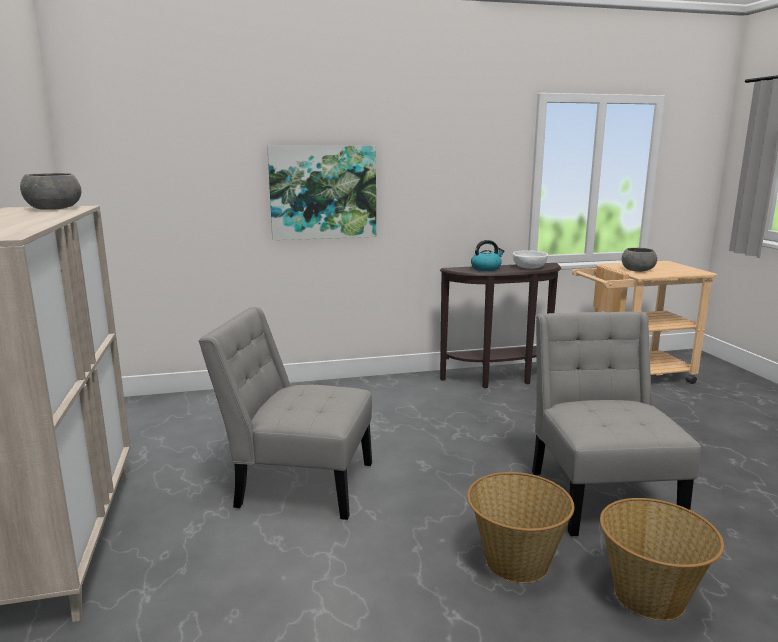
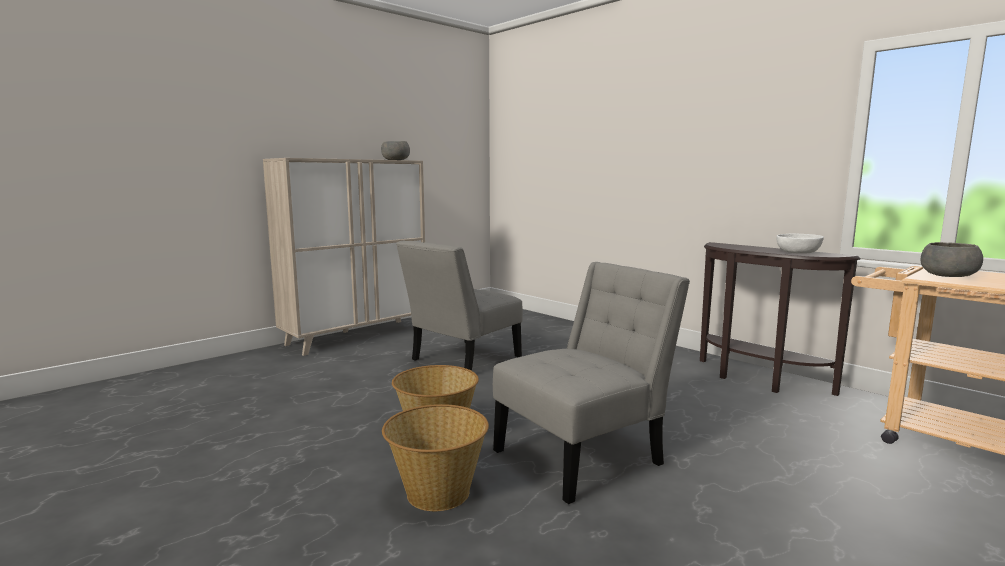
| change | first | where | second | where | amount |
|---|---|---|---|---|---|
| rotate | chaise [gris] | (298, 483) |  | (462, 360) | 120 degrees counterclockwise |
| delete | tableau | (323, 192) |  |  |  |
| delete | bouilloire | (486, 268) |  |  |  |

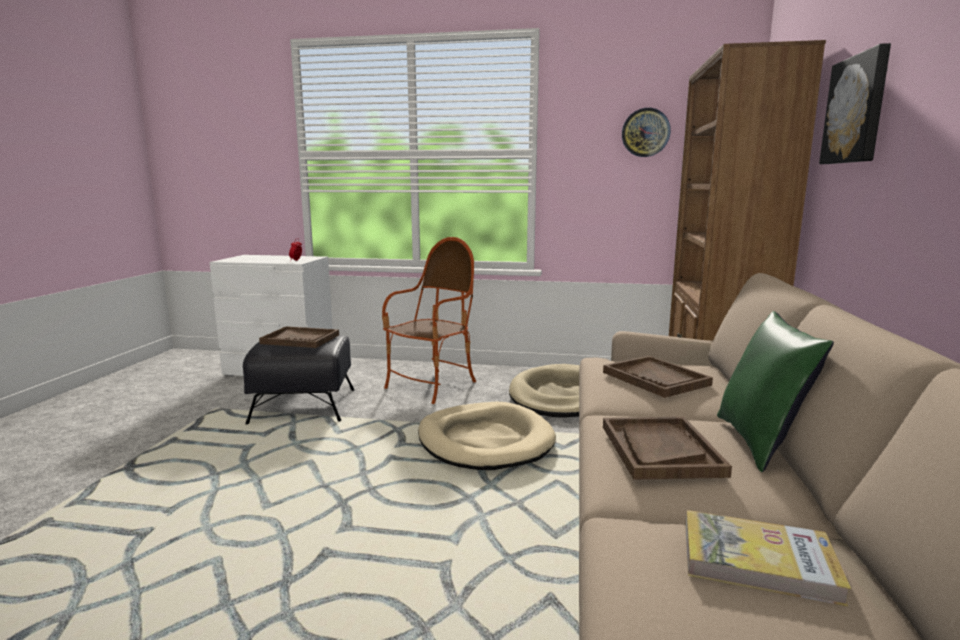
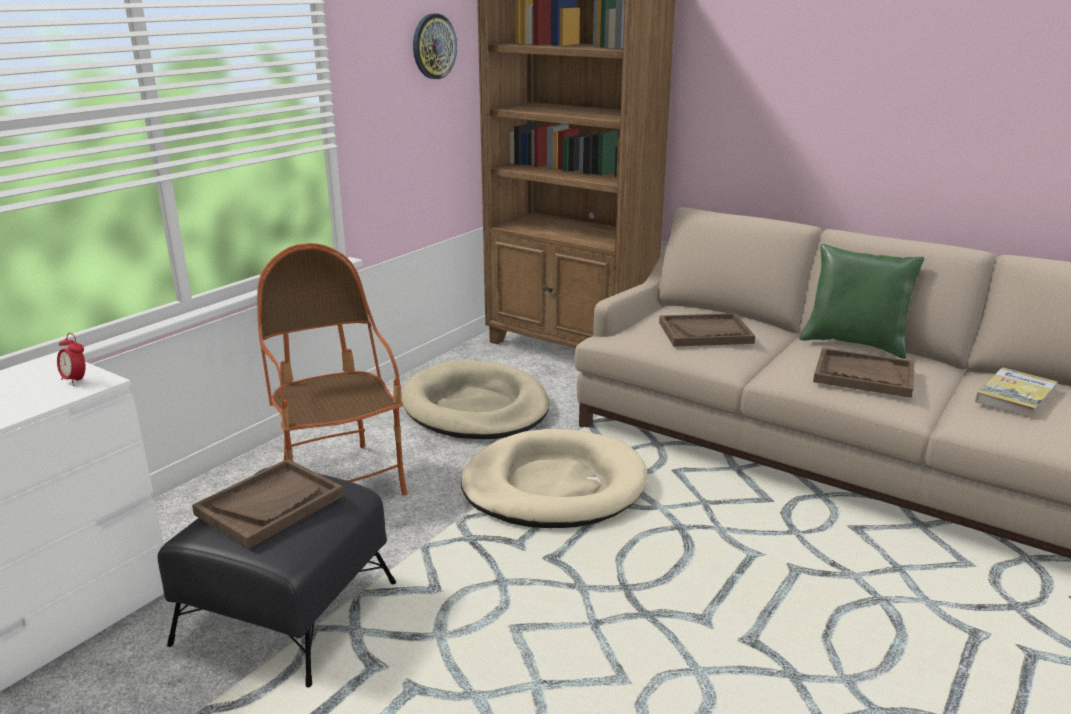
| change | first | where | second | where | amount |
|---|---|---|---|---|---|
| delete | tableau | (857, 110) |  |  |  |

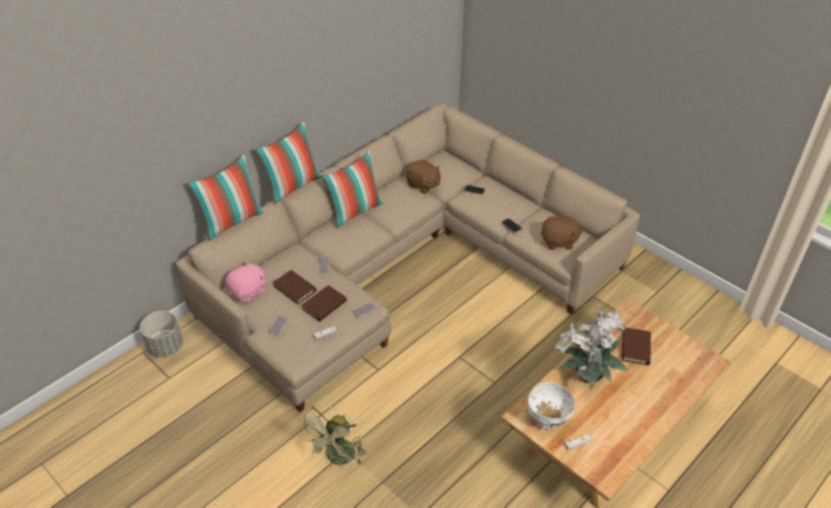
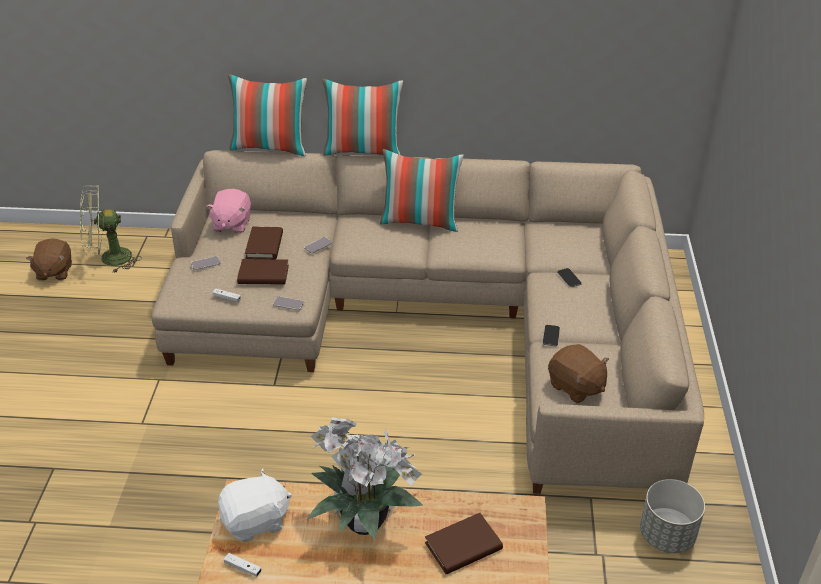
| change | first | where | second | where | amount |
|---|---|---|---|---|---|
| move | cache-pot [gris] | (165, 346) |  | (667, 535) |  |
| rotate | peluche [rose] | (248, 291) |  | (231, 224) | 90 degrees clockwise |
| move | ventilateur [vert] | (338, 458) |  | (109, 259) |  |
| move | peluche [marron] | (423, 185) |  | (54, 272) |  |
| replace | bol [blanc] | (547, 420) | peluche [blanc] | (256, 521) |  |

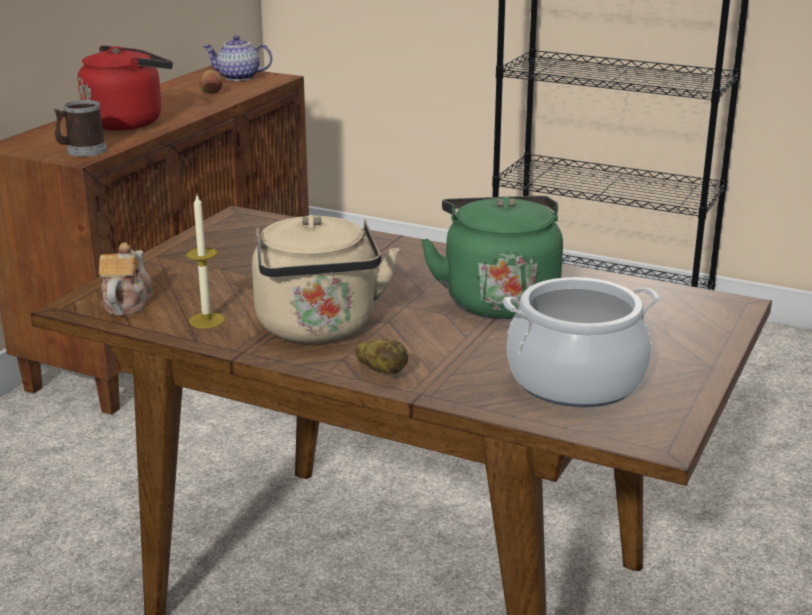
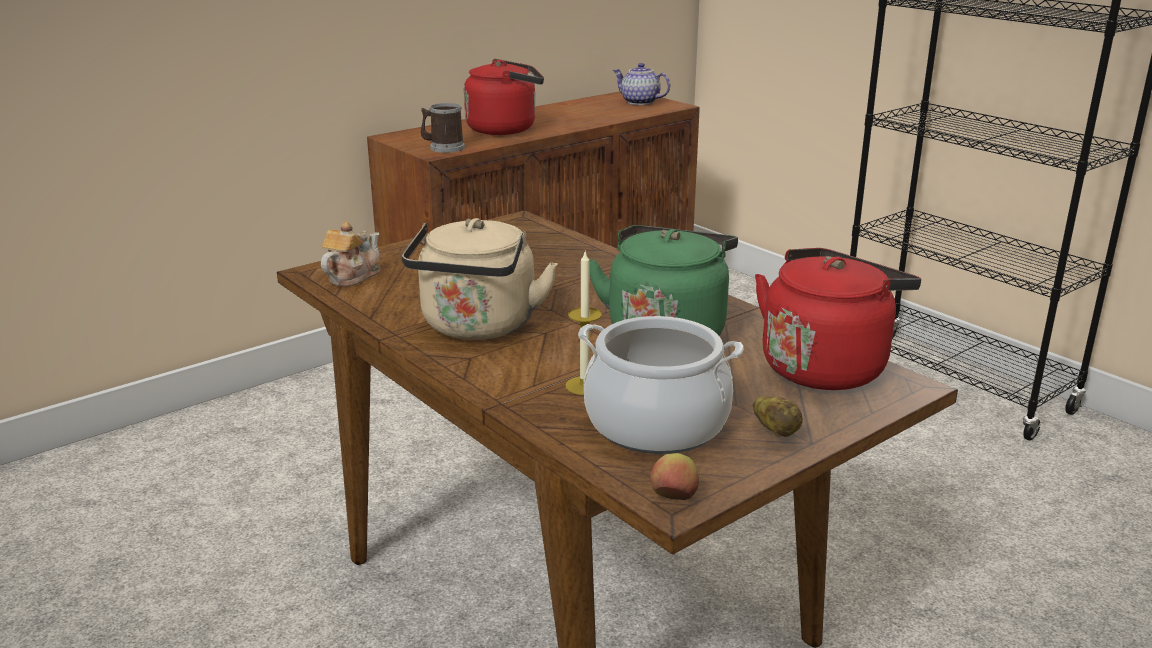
| change | first | where | second | where | amount |
|---|---|---|---|---|---|
| move | bougie | (206, 320) |  | (584, 386) |  |
| move | pomme | (211, 93) |  | (674, 499) |  |
| move | pomme de terre | (382, 372) |  | (775, 432) |  |
| insert |  |  | bouilloire [rouge] | (826, 367) |  |

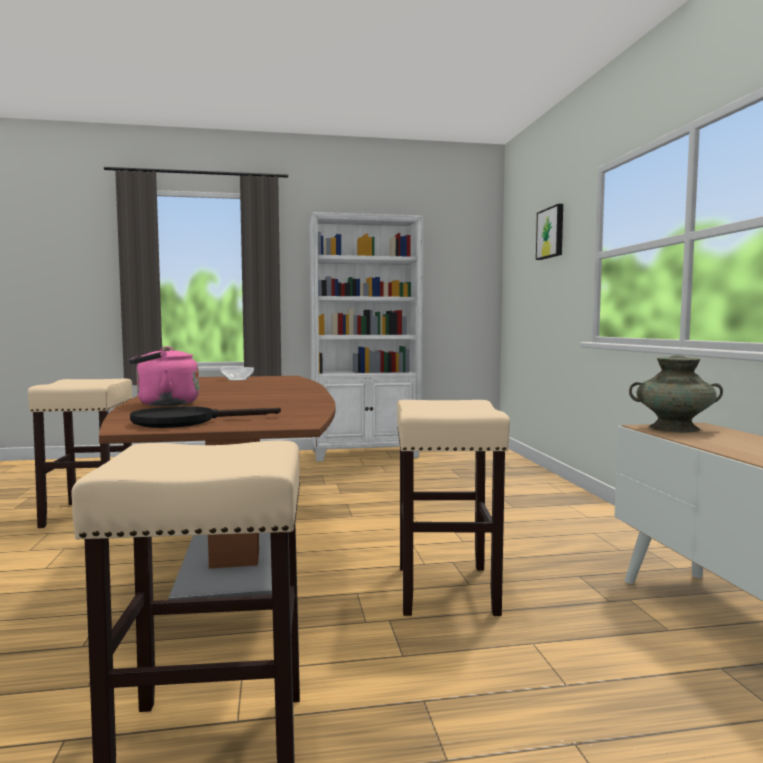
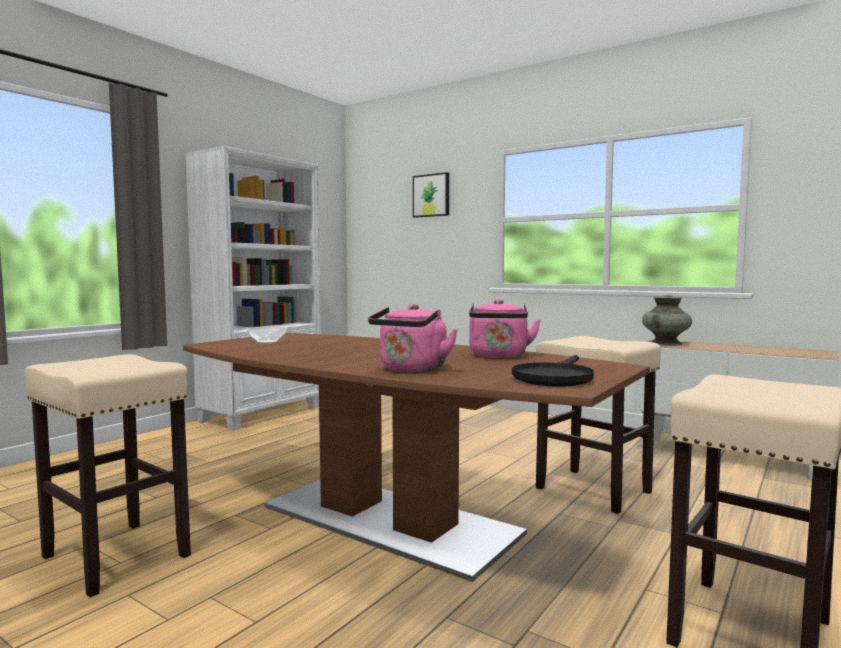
| change | first | where | second | where | amount |
|---|---|---|---|---|---|
| insert |  |  | bouilloire [rose] | (499, 356) |  |

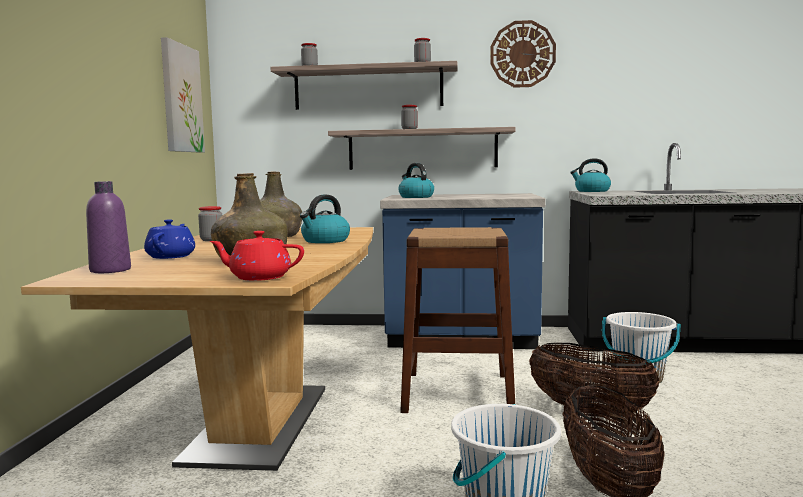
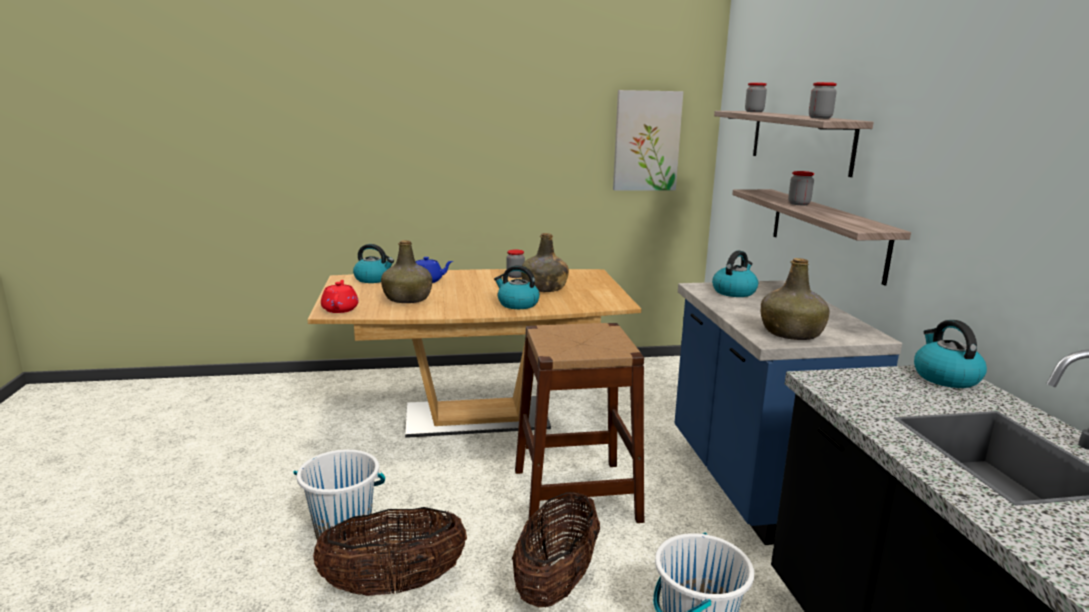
| change | first | where | second | where | amount |
|---|---|---|---|---|---|
| replace | bouteille [violet] | (110, 270) | bouilloire | (374, 279) |  |
| delete | horloge murale | (522, 54) |  |  |  |
| insert |  |  | bouteille [vert] | (791, 333) |  |

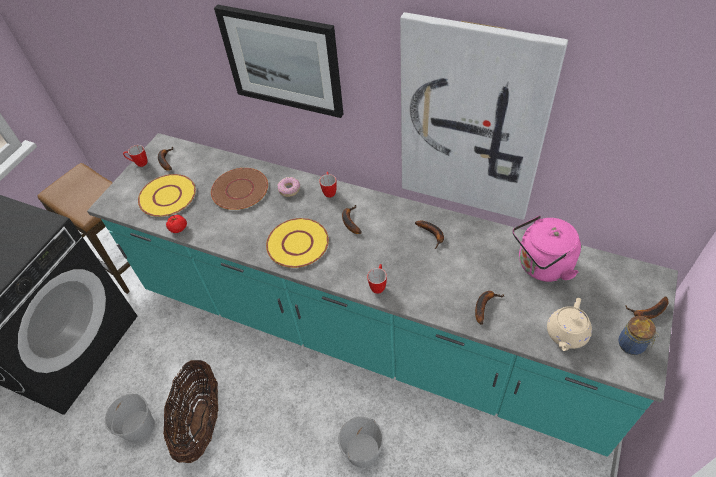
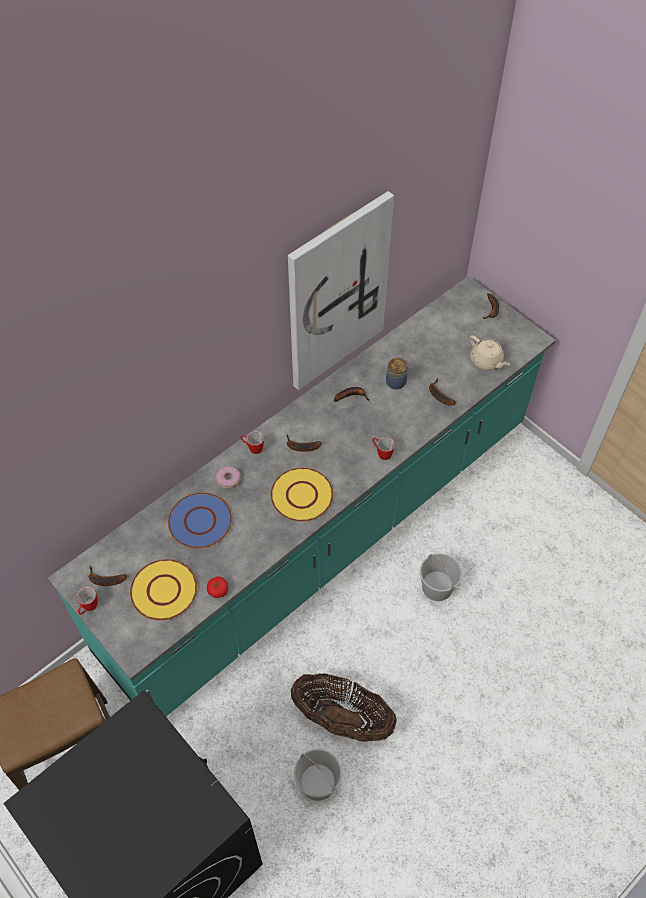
| change | first | where | second | where | amount |
|---|---|---|---|---|---|
| recolor | assiette [marron] | (239, 189) | assiette [bleu] | (200, 521) |  |
| delete | tableau | (282, 61) |  |  |  |
| delete | bouilloire [rose] | (541, 266) |  |  |  |
| move | bocal | (632, 345) |  | (396, 382) |  |

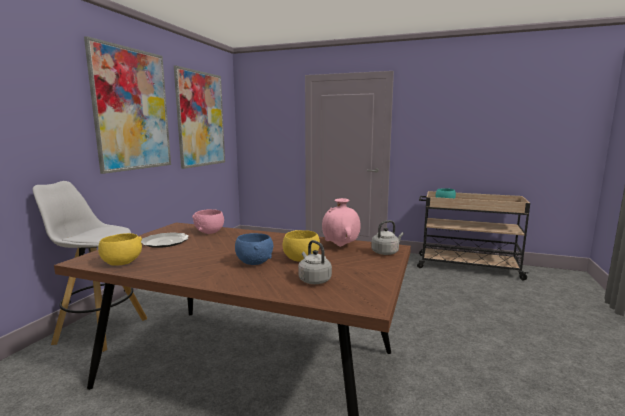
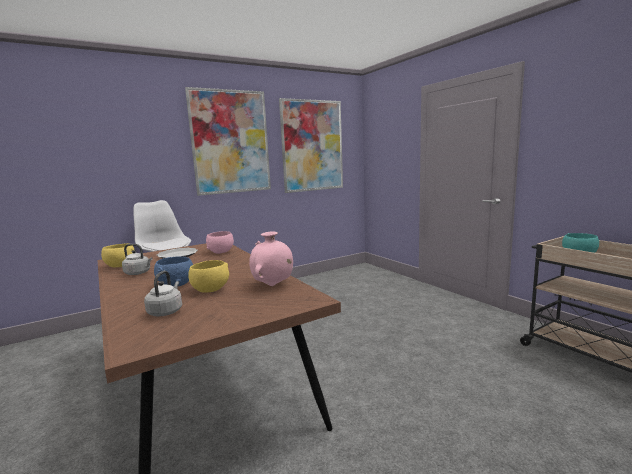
| change | first | where | second | where | amount |
|---|---|---|---|---|---|
| move | bouilloire [gris] | (386, 252) |  | (139, 273) |  |

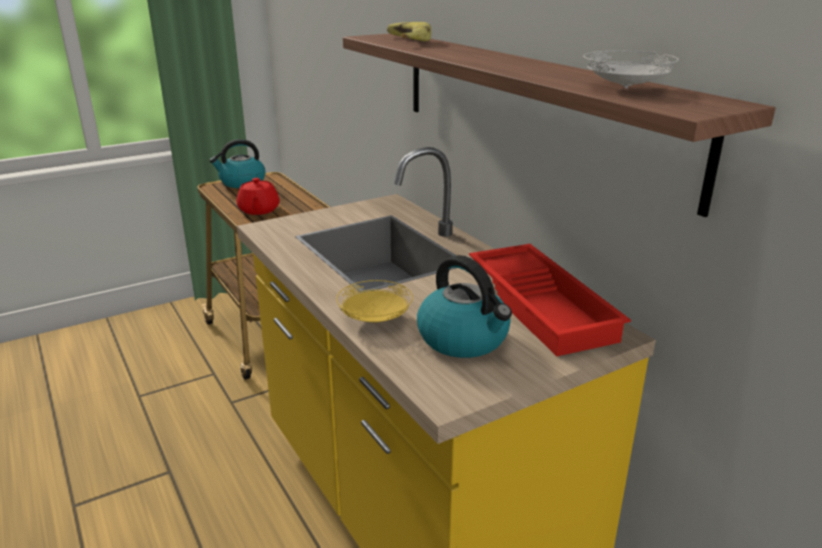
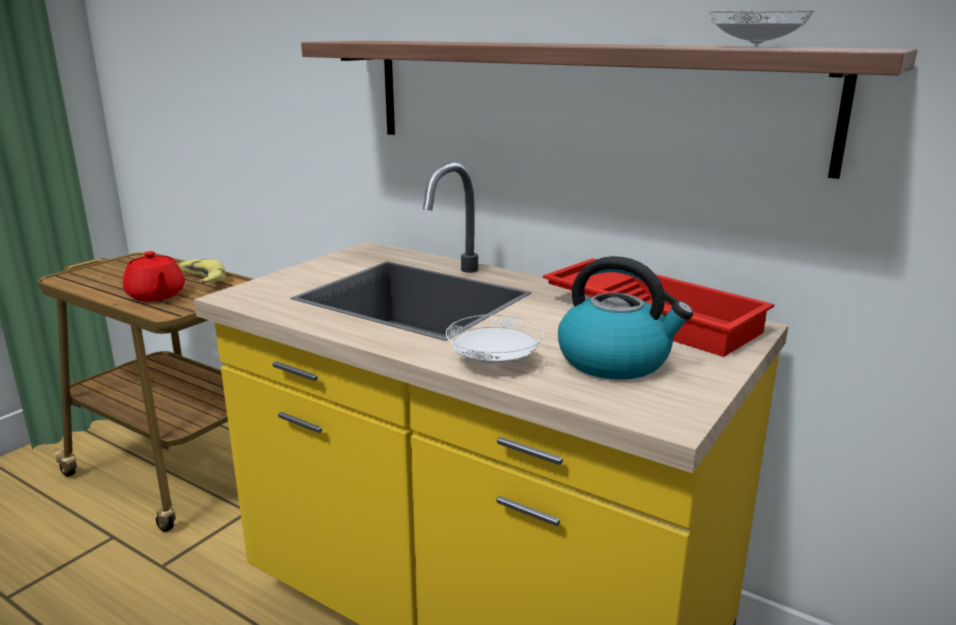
| change | first | where | second | where | amount |
|---|---|---|---|---|---|
| delete | bouilloire | (242, 182) |  |  |  |
| recolor | assiette [jaune] | (375, 319) | assiette [blanc] | (494, 362) |  |
| move | banane | (407, 40) |  | (201, 279) |  |

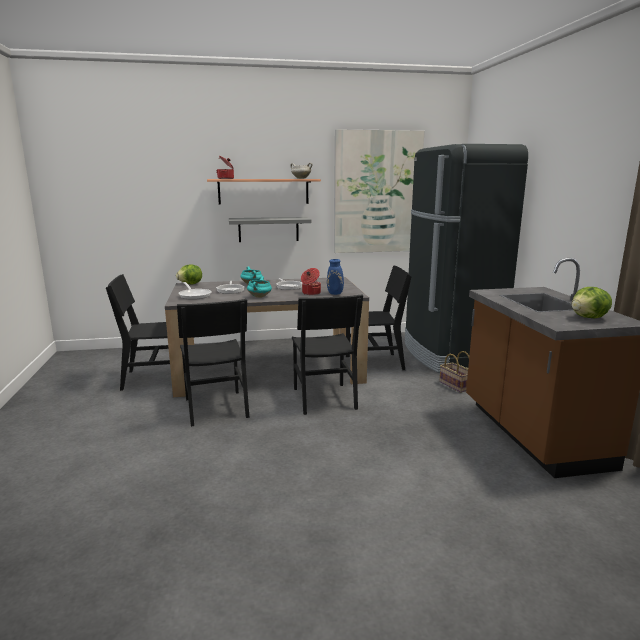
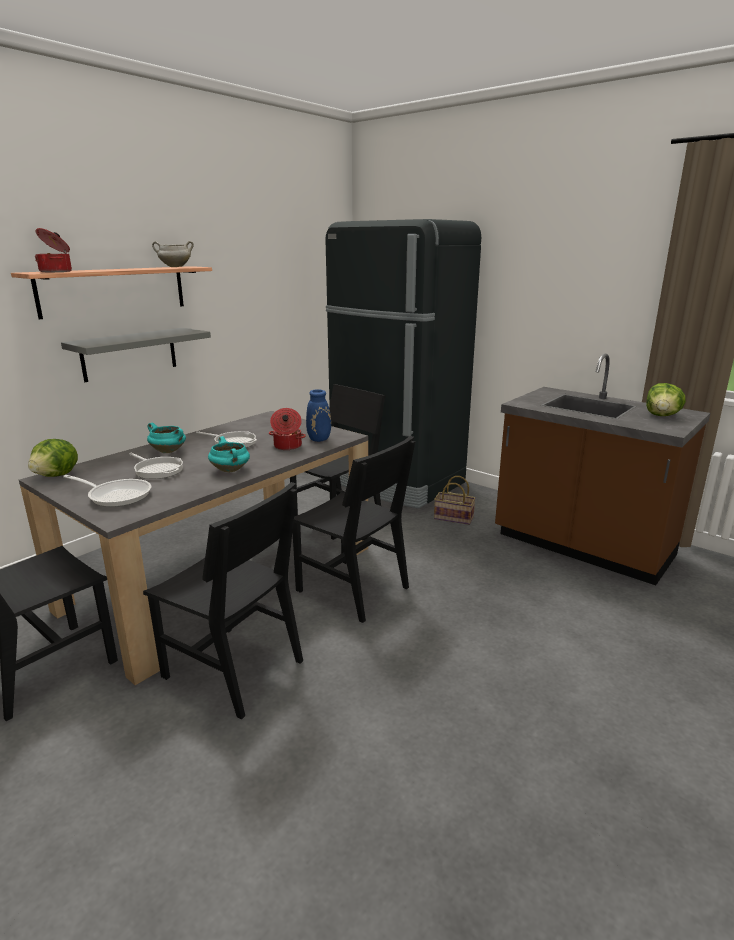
| change | first | where | second | where | amount |
|---|---|---|---|---|---|
| delete | tableau | (377, 192) |  |  |  |

